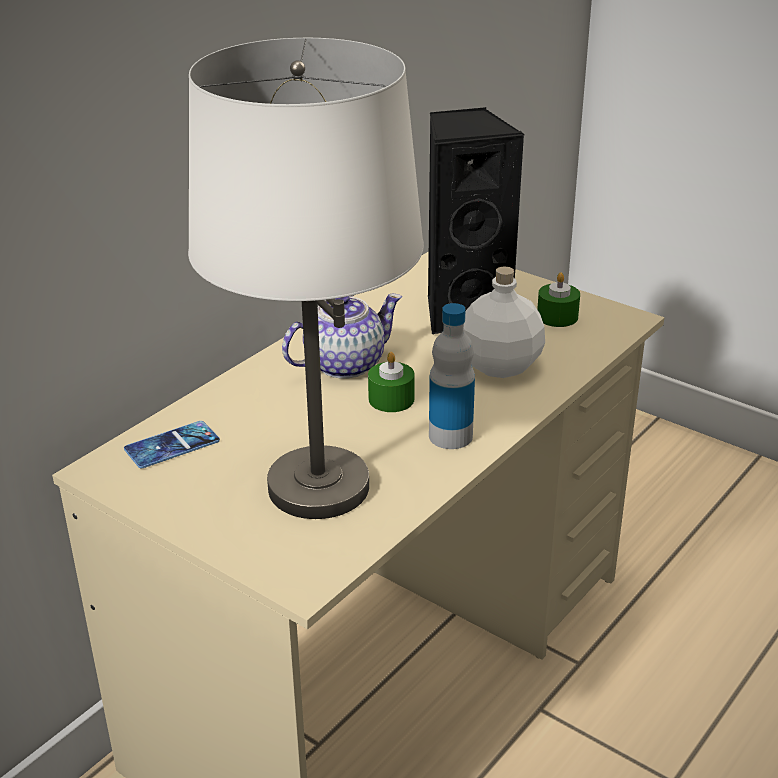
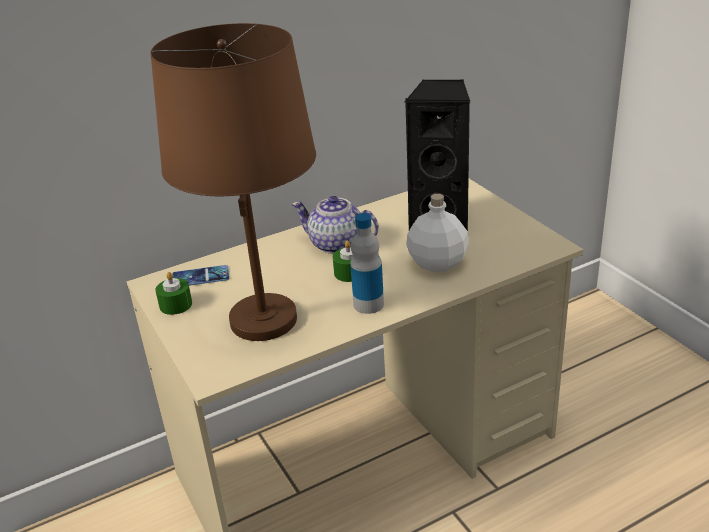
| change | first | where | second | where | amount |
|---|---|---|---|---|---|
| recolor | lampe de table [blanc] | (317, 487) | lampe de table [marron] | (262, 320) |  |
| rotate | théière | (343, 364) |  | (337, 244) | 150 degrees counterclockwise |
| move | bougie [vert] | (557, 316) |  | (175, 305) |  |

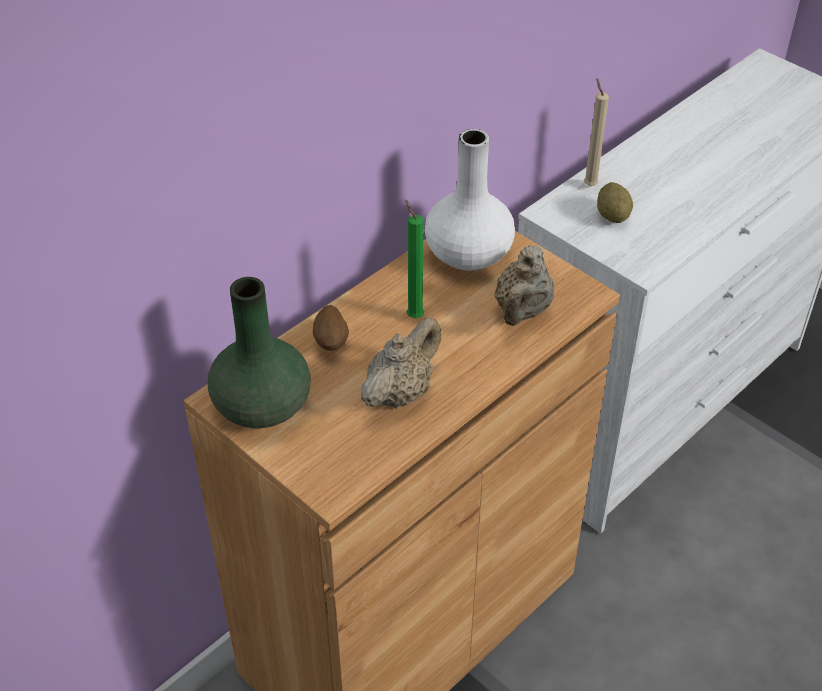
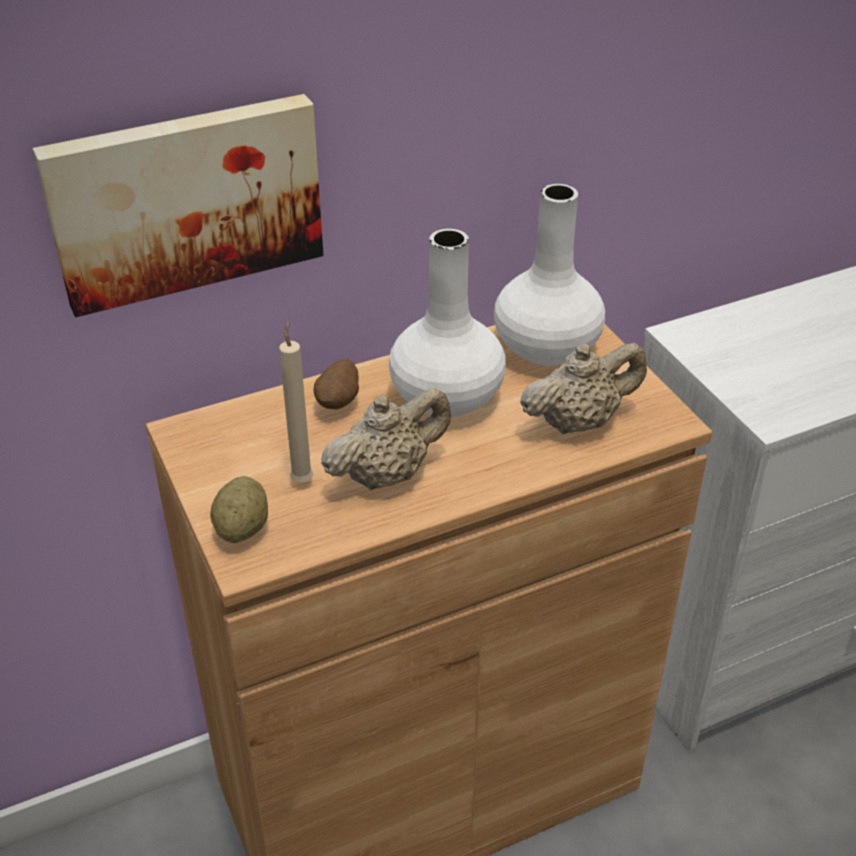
| change | first | where | second | where | amount |
|---|---|---|---|---|---|
| delete | vase [vert] | (262, 407) |  |  |  |
| replace | bougie [vert] | (413, 315) | vase [blanc] | (447, 397) |  |
| rotate | théière [beige] | (522, 311) |  | (579, 422) | 150 degrees counterclockwise |
| move | bougie [beige] | (589, 184) |  | (302, 479) |  |
| move | pomme de terre | (612, 216) |  | (242, 528) |  |
| insert |  |  | tableau | (185, 200) |  |

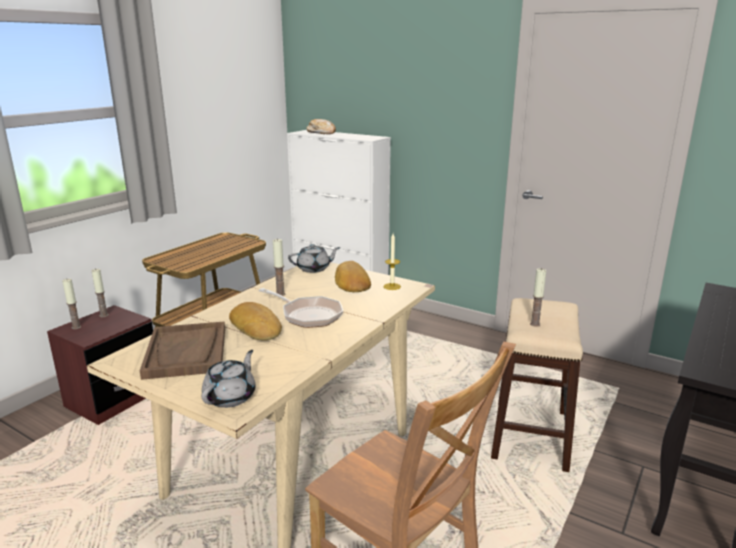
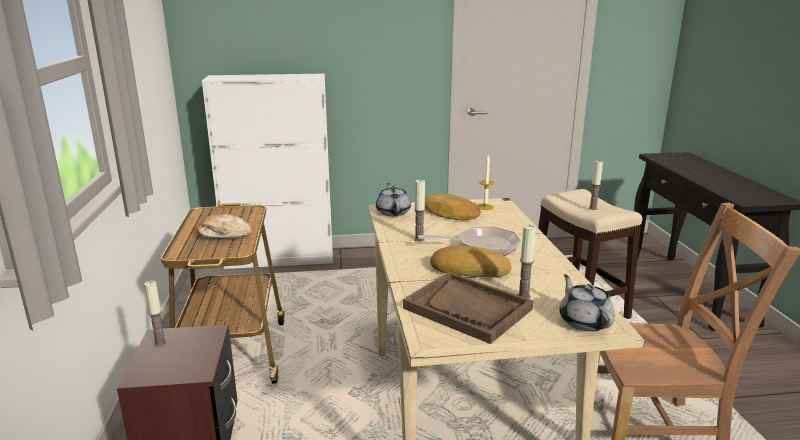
| change | first | where | second | where | amount |
|---|---|---|---|---|---|
| move | bougie | (76, 327) |  | (523, 296) |  |
| rotate | théière [gris] | (314, 269) |  | (393, 212) | 45 degrees counterclockwise |
| move | pain | (321, 133) |  | (224, 234) |  |

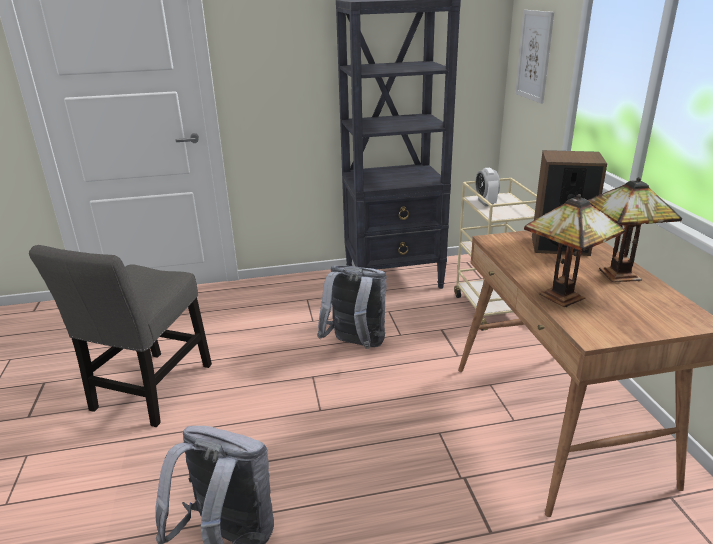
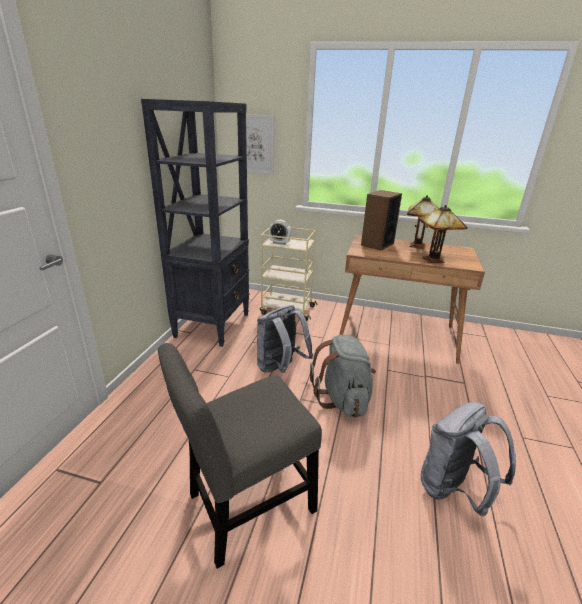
| change | first | where | second | where | amount |
|---|---|---|---|---|---|
| rotate | chaise [gris] | (150, 391) |  | (246, 507) | 105 degrees clockwise |
| insert |  |  | sac à dos [gris] | (343, 399) |  |

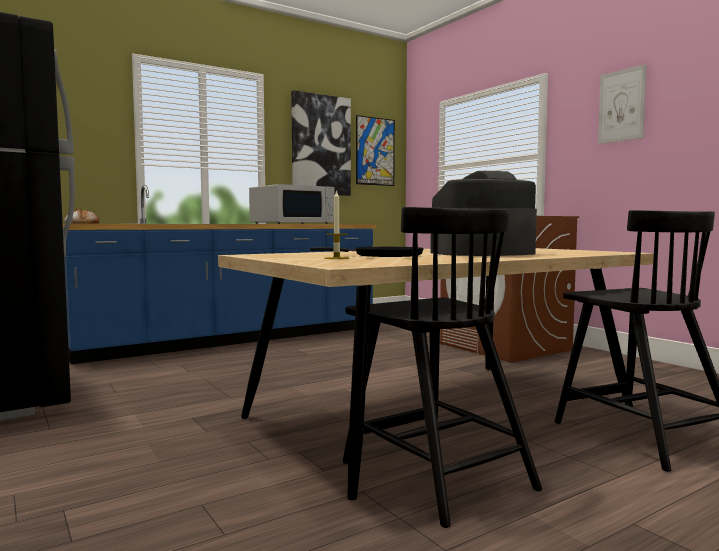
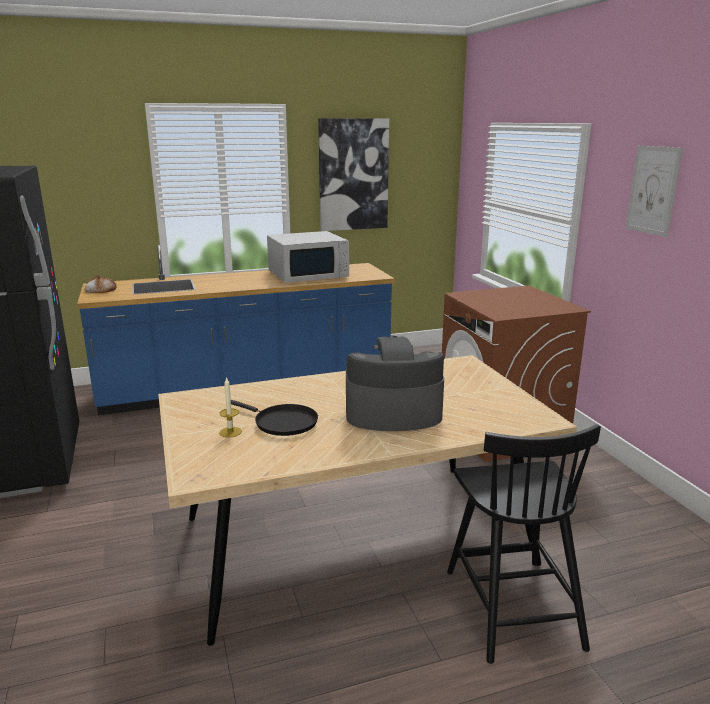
| change | first | where | second | where | amount |
|---|---|---|---|---|---|
| delete | chaise [noir] | (434, 474) |  |  |  |
| delete | tableau | (375, 151) |  |  |  |

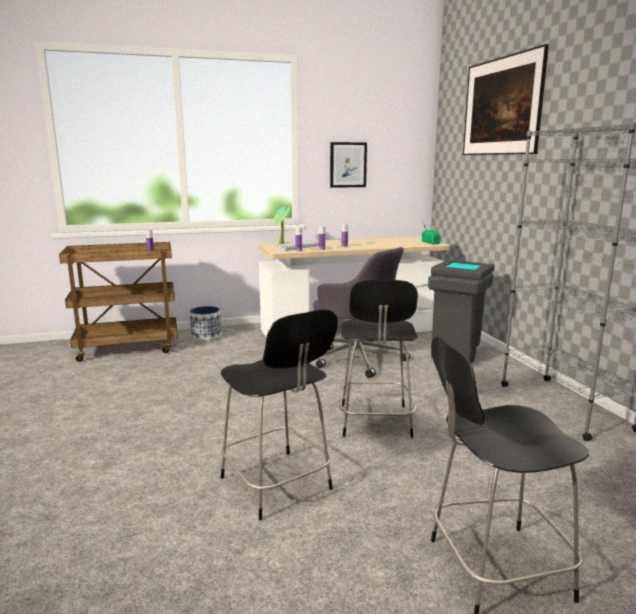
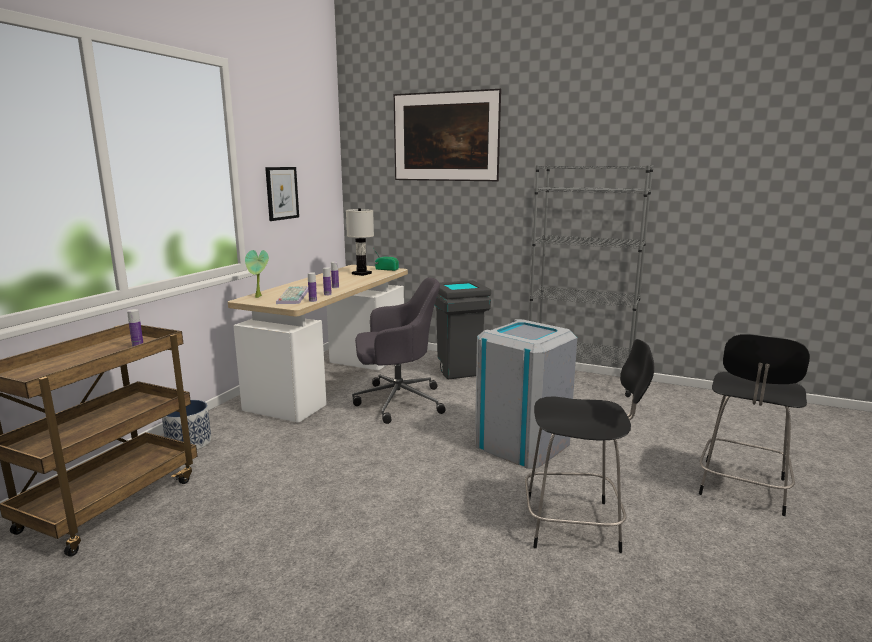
| change | first | where | second | where | amount |
|---|---|---|---|---|---|
| replace | chaise [noir] | (375, 422) | poubelle [gris] | (522, 444) |  |
| insert |  |  | lampe de table [blanc] | (361, 273) |  |

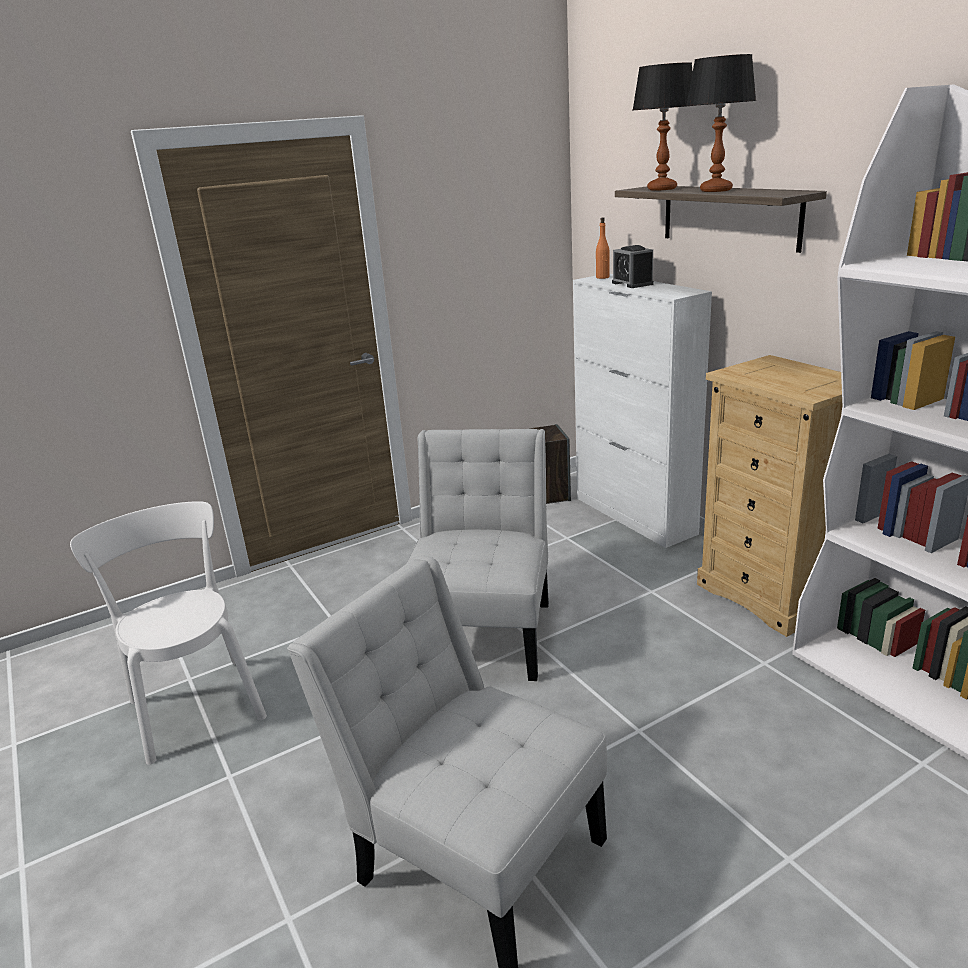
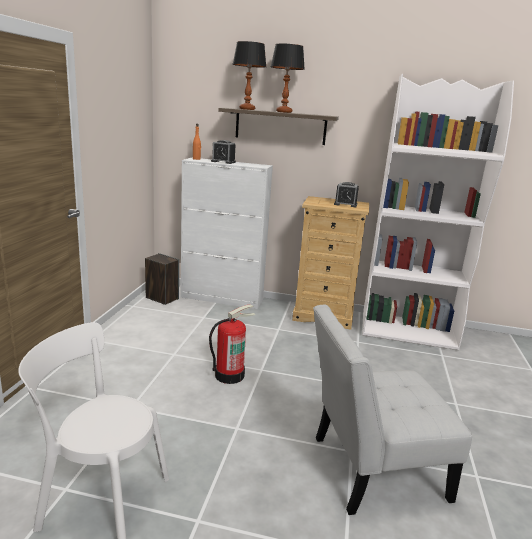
| change | first | where | second | where | amount |
|---|---|---|---|---|---|
| replace | chaise [blanc] | (484, 631) | extincteur | (229, 375) |  |
| insert |  |  | réveil | (345, 204) |  |

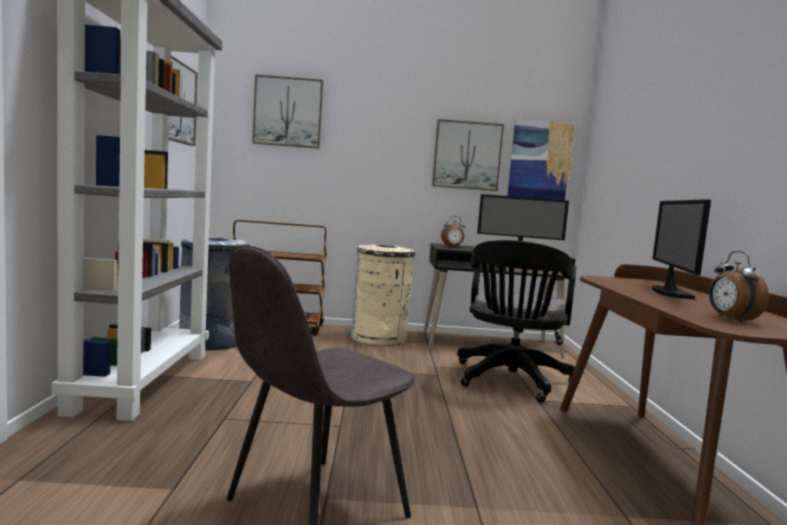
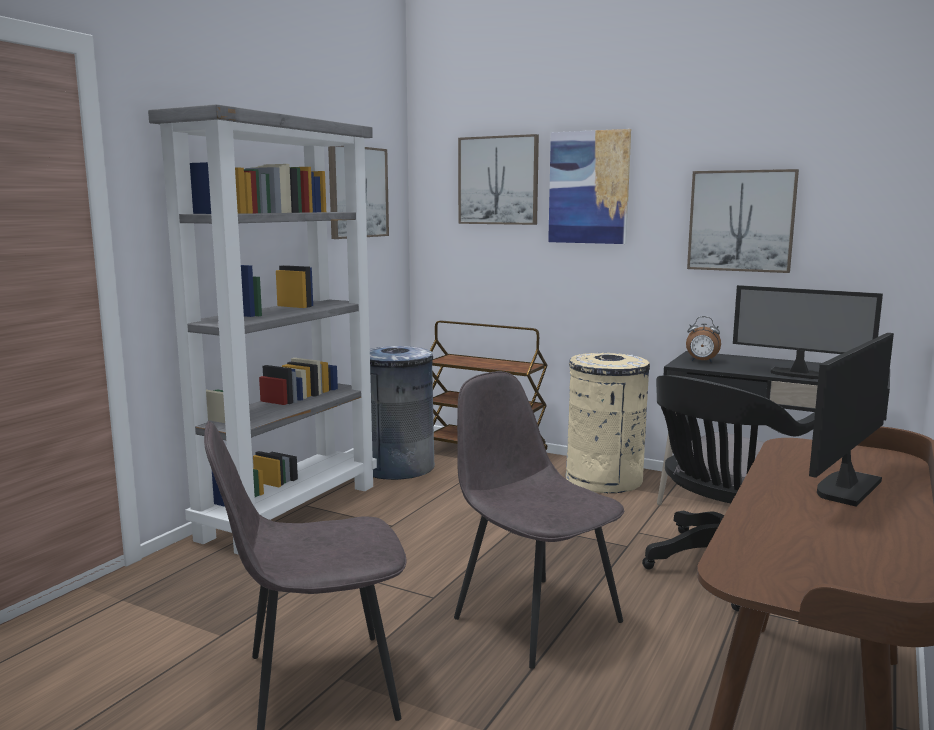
| change | first | where | second | where | amount |
|---|---|---|---|---|---|
| move | tableau | (540, 161) |  | (589, 187) |  |
| delete | réveil | (731, 319) |  |  |  |
| insert |  |  | chaise [gris] | (534, 618) |  |

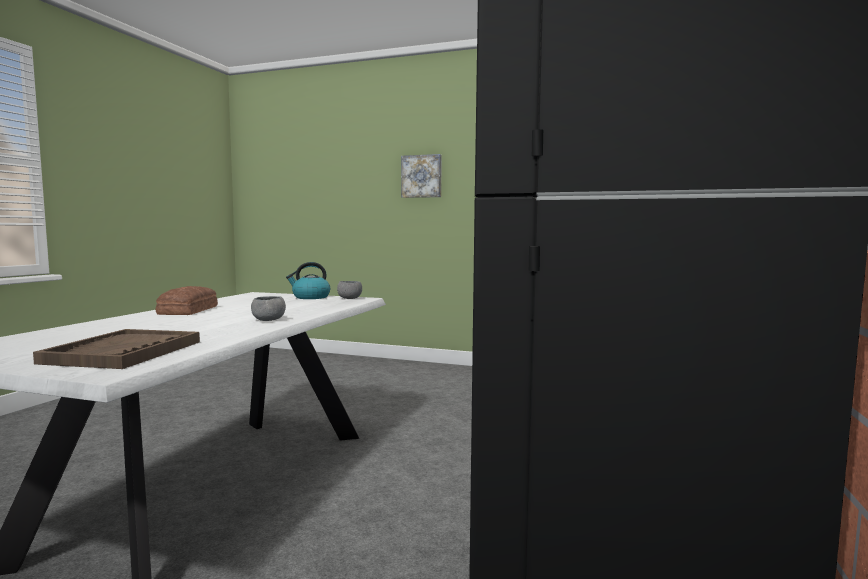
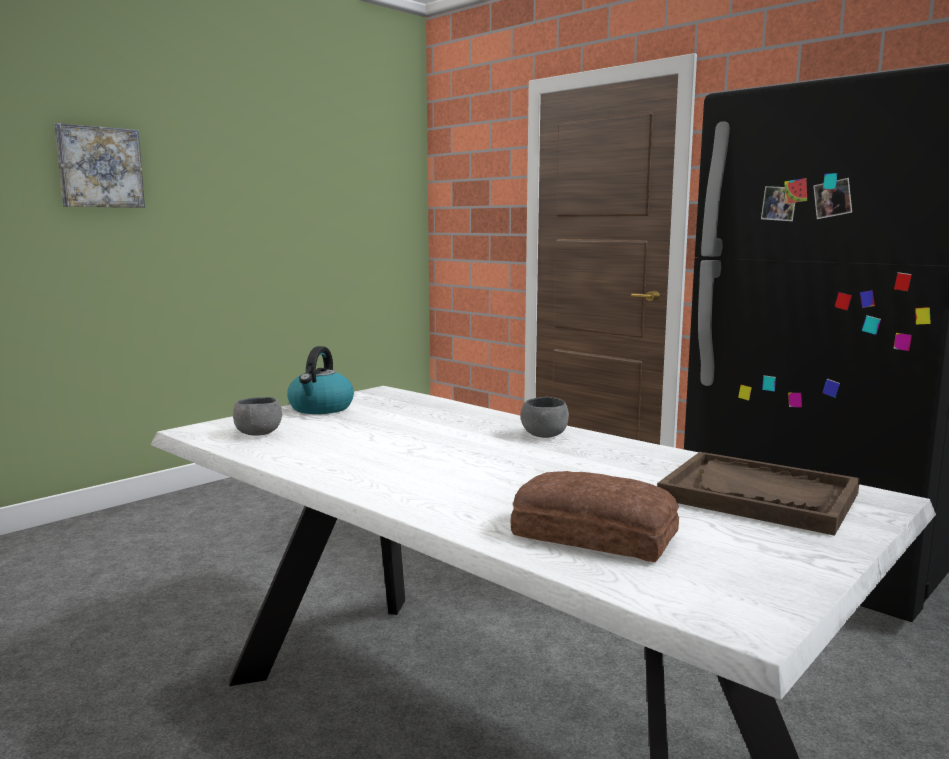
| change | first | where | second | where | amount |
|---|---|---|---|---|---|
| move | pain | (190, 310) |  | (593, 533) |  |
| move | bol [gris] | (350, 298) |  | (258, 434) |  |

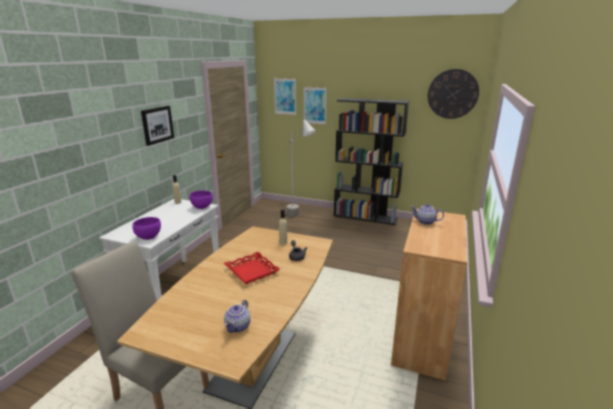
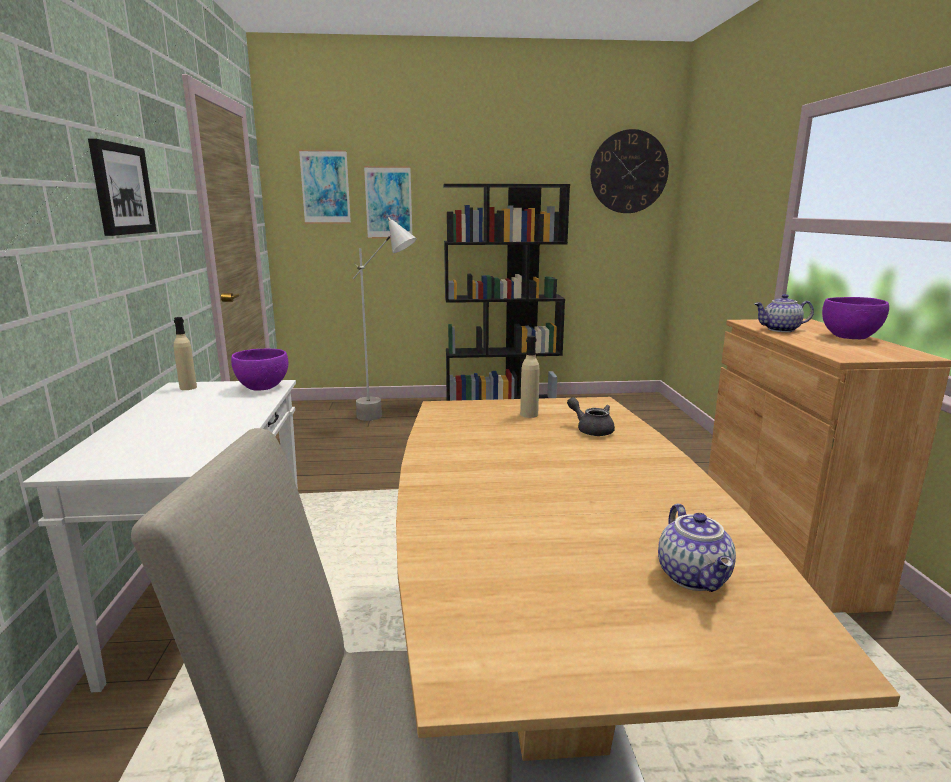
| change | first | where | second | where | amount |
|---|---|---|---|---|---|
| move | bol [violet] | (149, 237) |  | (849, 337) |  |
| delete | plateau [rouge] | (251, 271) |  |  |  |

